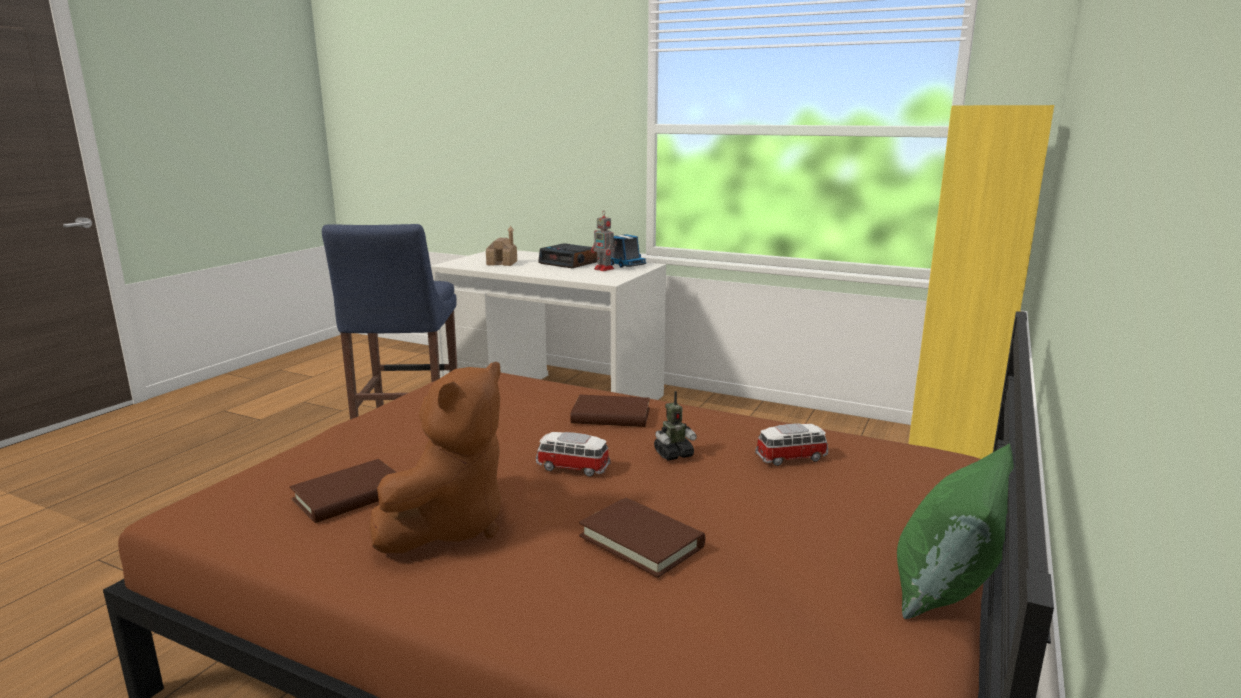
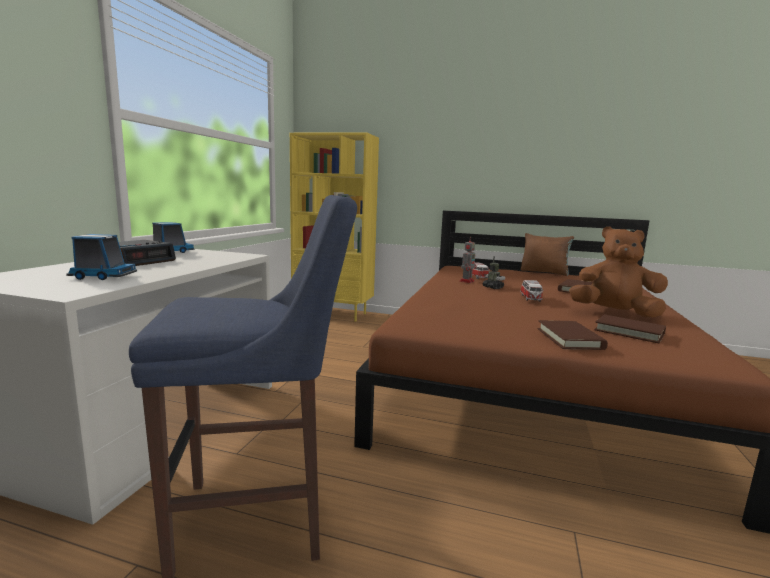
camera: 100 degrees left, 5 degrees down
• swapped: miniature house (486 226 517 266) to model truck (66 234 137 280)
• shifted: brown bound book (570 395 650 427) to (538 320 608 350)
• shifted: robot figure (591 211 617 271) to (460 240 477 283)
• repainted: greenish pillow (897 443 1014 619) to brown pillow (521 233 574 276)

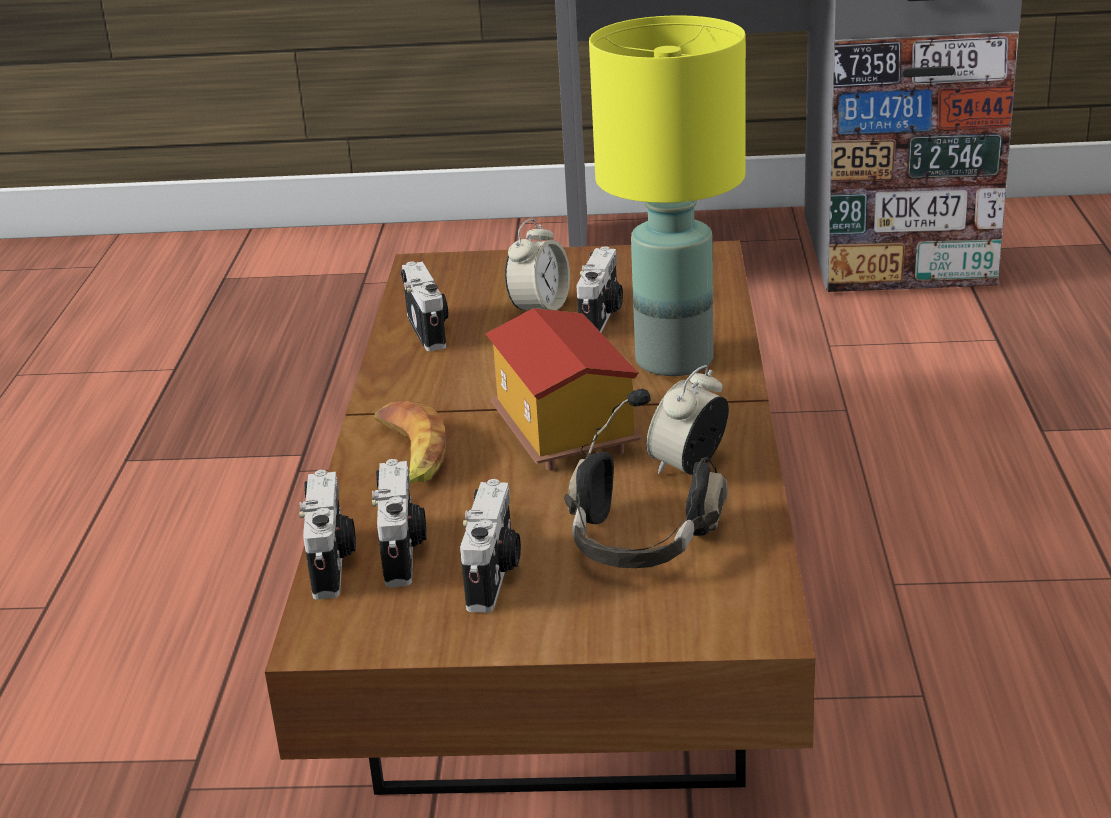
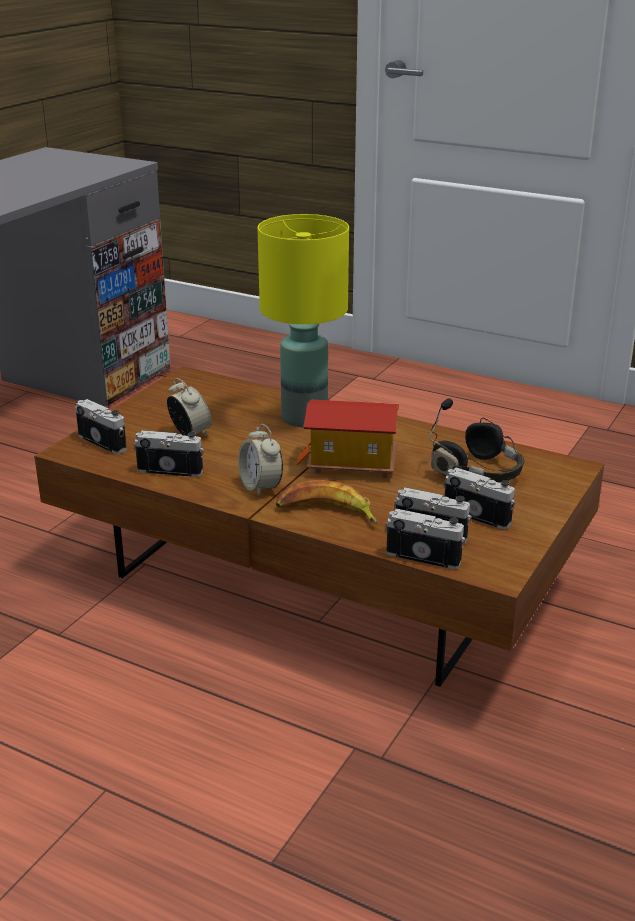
camera: 65 degrees left, 0 degrees up
• shifted: photo camera (576 247 623 332) to (75 399 127 454)
• shifted: table clock (646 365 729 475) to (238 424 283 497)

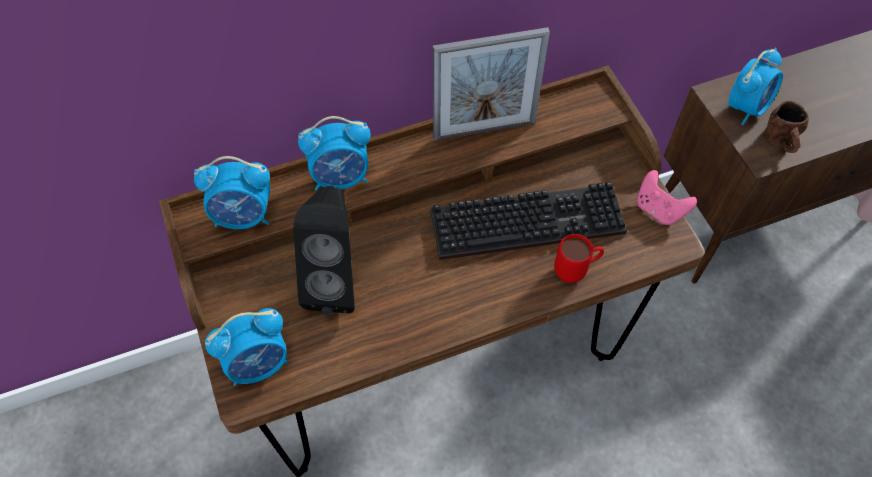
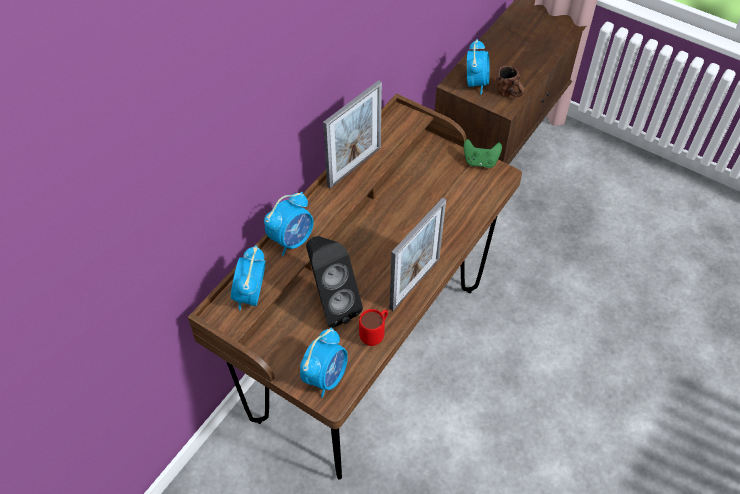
camera: 35 degrees left, 5 degrees down
• rotated: table clock (194 156 270 229) = (231 245 266 310) 135 degrees clockwise
• gone: PC keyboard (431 181 627 260)
• shifted: red-coloured coffee mug (554 234 604 283) to (359 309 388 346)
• repainted: pink game controller (637 170 697 225) to greenish game controller (464 139 502 168)
• new: standing frame (389 198 446 311)

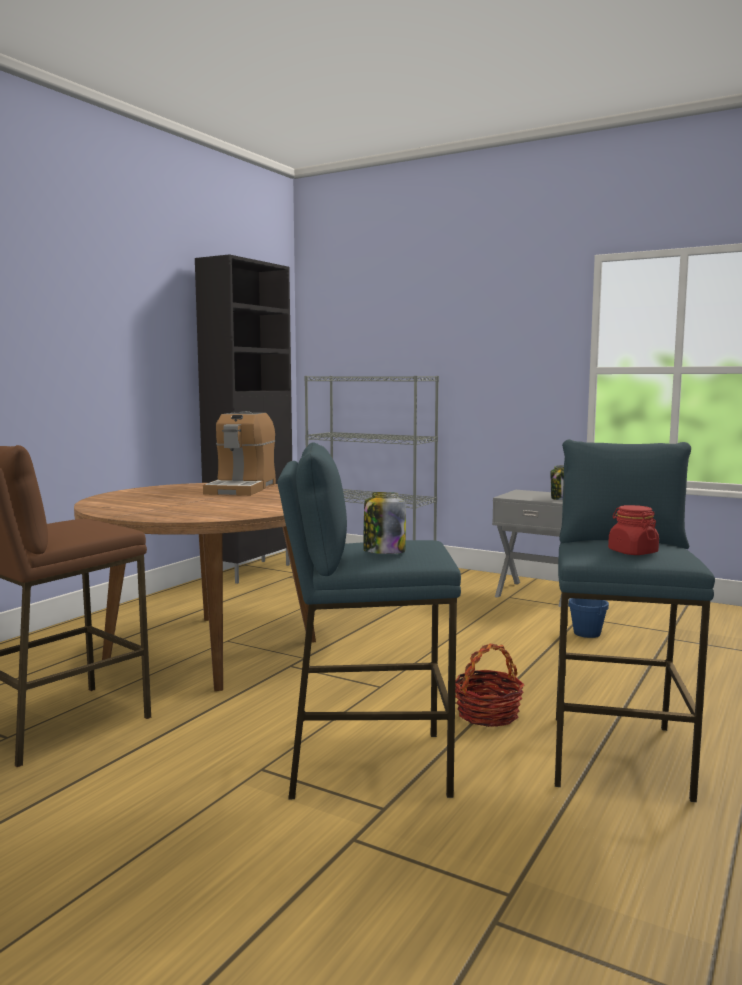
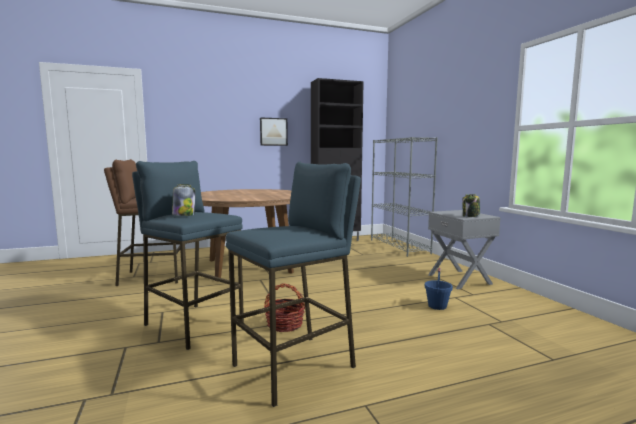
camera: 40 degrees right, 0 degrees up
• gone: coffee maker (203 411 276 496)
• gone: red-coloured jar (608 505 659 555)
• new: wall picture (260 117 288 146)

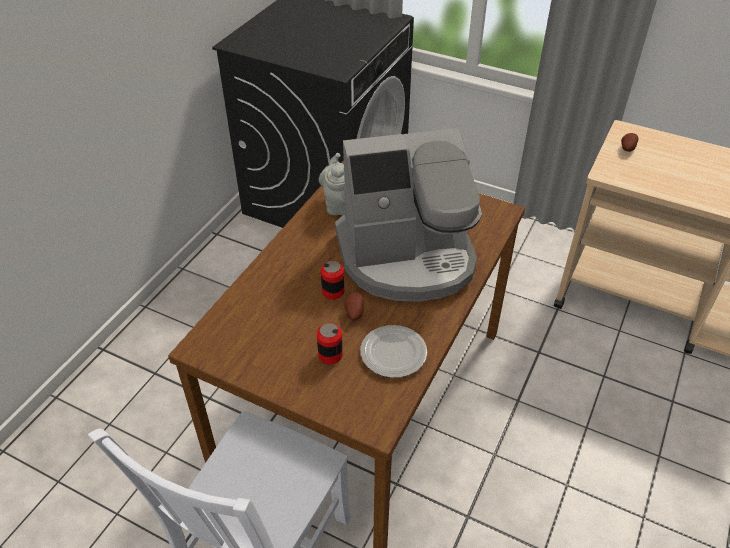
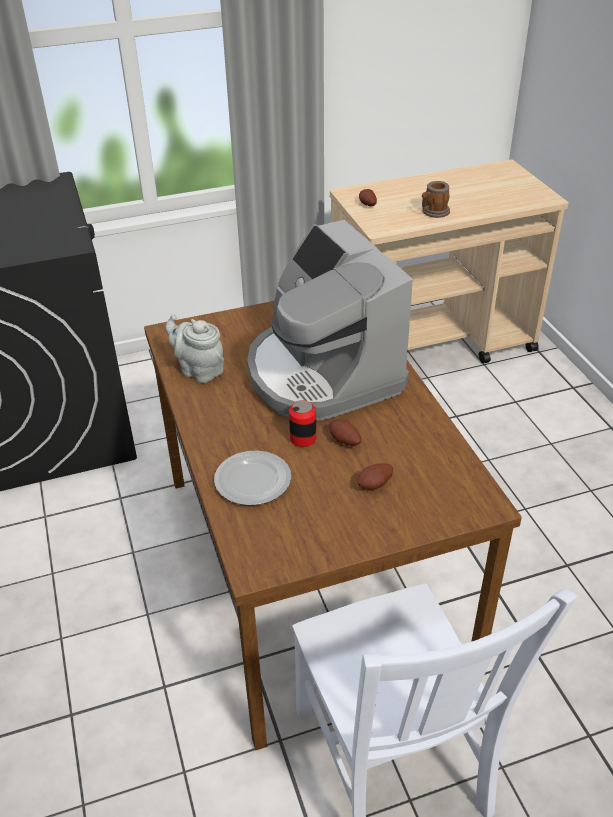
camera: 45 degrees left, 5 degrees down
• swapped: sealed can (317 323 343 364) to spud (357 463 393 490)
• rotated: coffee maker (335 128 482 302) = (247 220 413 420) 120 degrees clockwise
• shifted: flat dish (360 325 427 378) to (214 451 291 505)
• new: coffee mug (422 181 450 218)

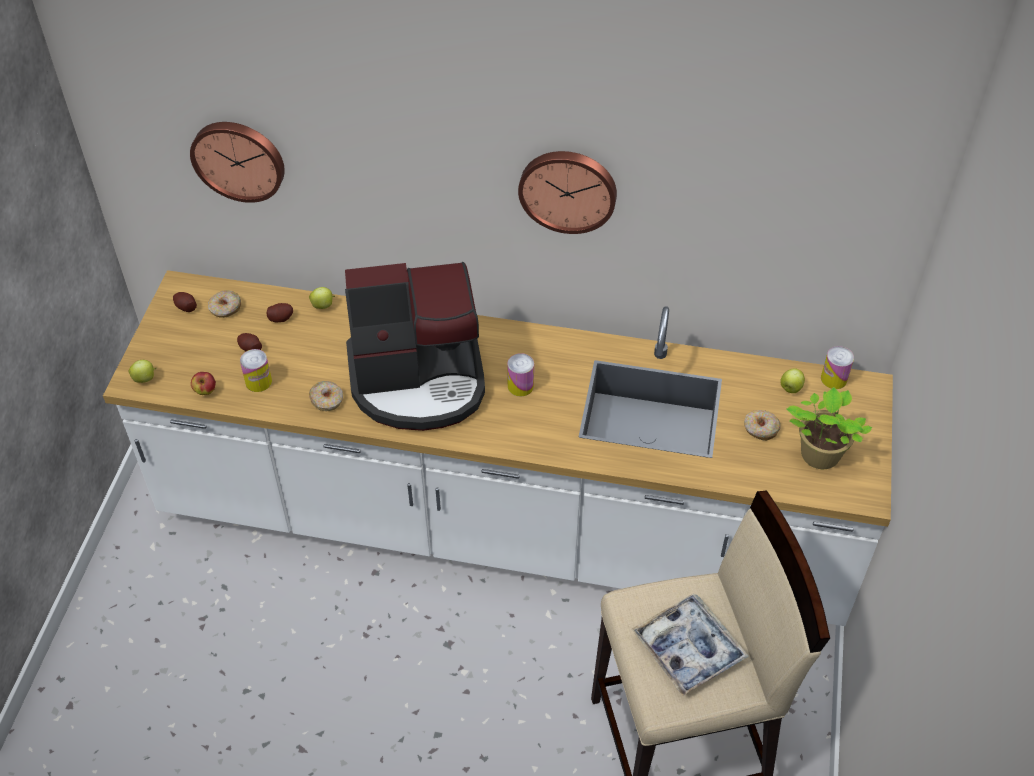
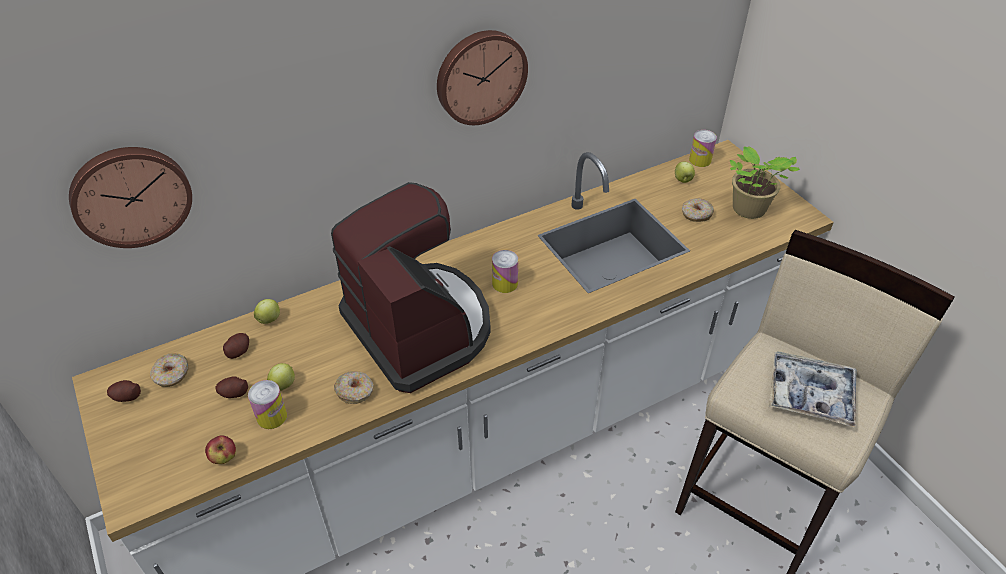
camera: 40 degrees left, 5 degrees down
• shifted: apple (129 360 157 383) to (267 363 295 391)
• rotated: coffee maker (345 262 485 431) = (331 182 491 393) 75 degrees counterclockwise

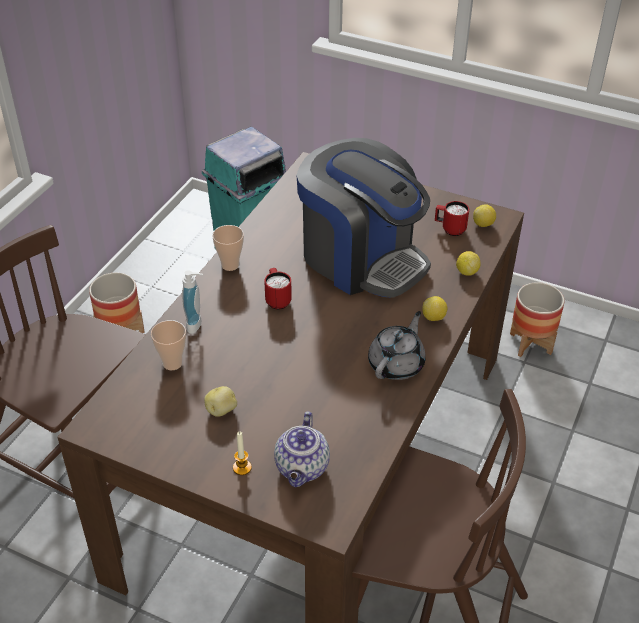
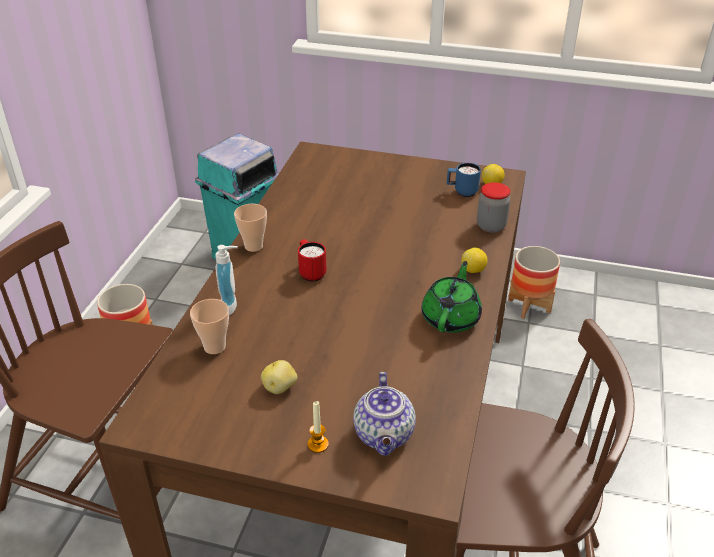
camera: 10 degrees left, 5 degrees down
• gone: coffee maker (297 138 431 298)
• repainted: greyish teapot (368 311 426 380) to greenish teapot (422 261 482 333)
• repainted: red-coloured coffee mug (435 201 469 236) to blue-coloured coffee mug (447 163 481 197)
• swapped: citrus fruit (456 251 481 276) to jar (477 182 510 233)

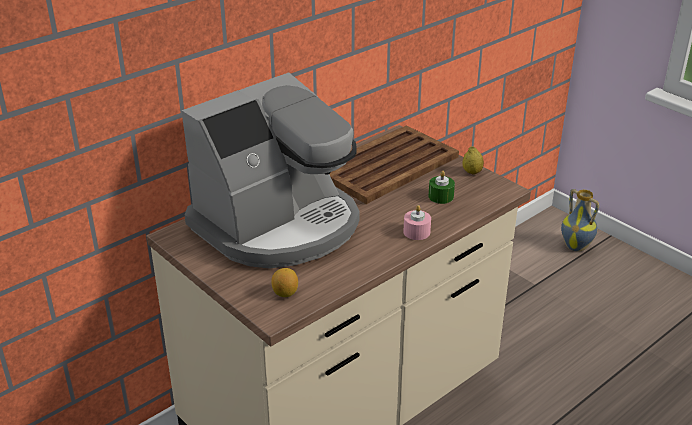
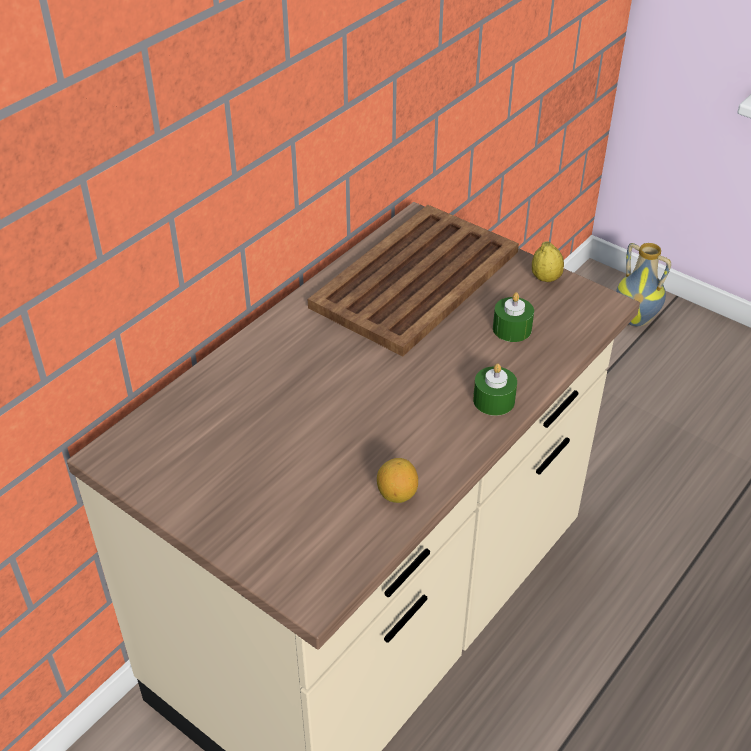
camera: 10 degrees left, 10 degrees up
• gone: coffee maker (181 73 360 269)
• shifted: citrus fruit (271 268 298 297) to (377 458 418 503)
• repainted: pink wax light (403 205 431 240) to greenish wax light (473 364 517 416)

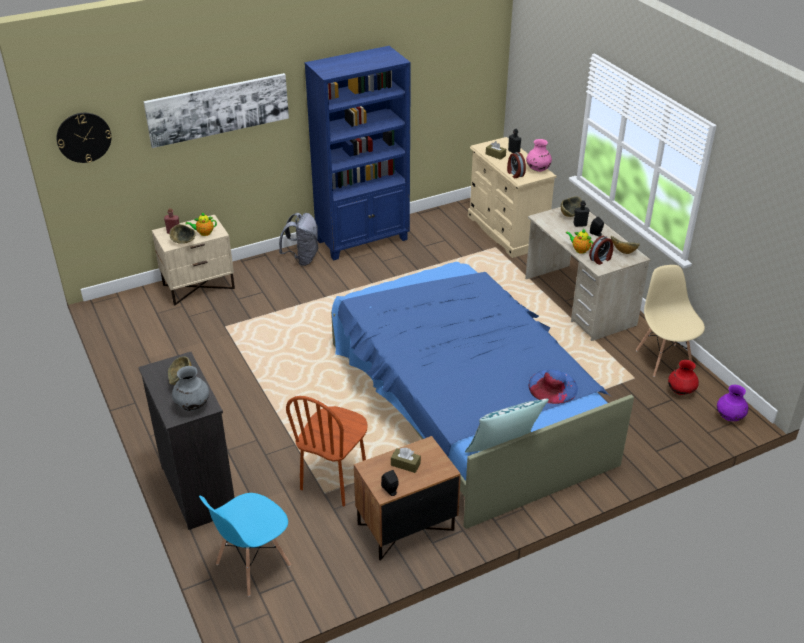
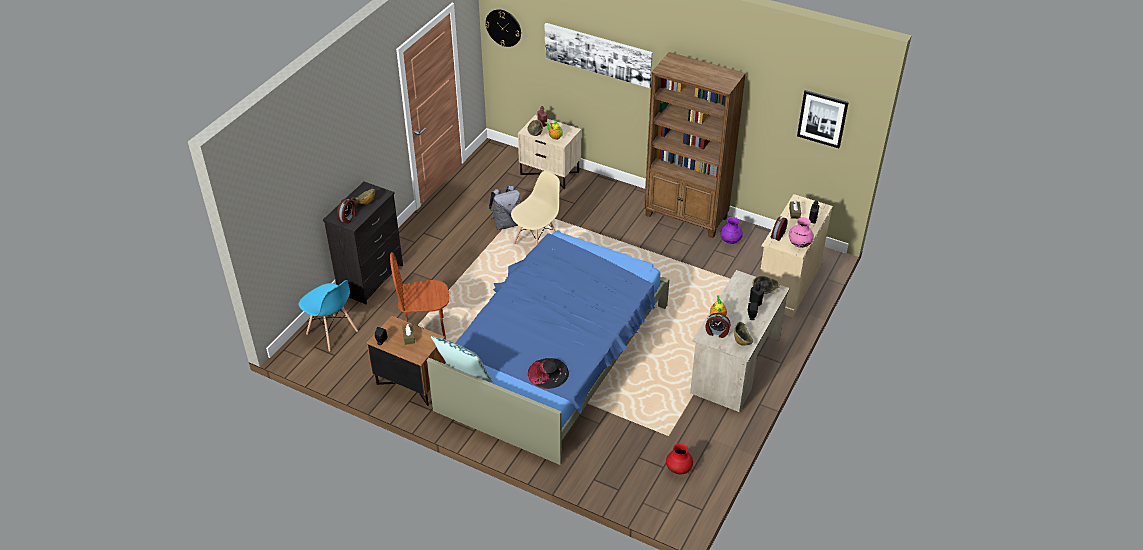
camera: 55 degrees right, 5 degrees up
• swapped: greyish vase (172 366 209 411) to table clock (337 198 357 224)
• rotated: blue-coloured chair (199 493 291 596) = (299 280 358 351) 150 degrees counterclockwise
• shifted: greyish backpack (279 213 318 266) to (488 186 520 230)
• repainted: blue-coloured bookshelf (304 46 411 260) to brown bookshelf (644 52 746 238)
• repainted: blue-coloured wearable hat (529 370 578 404) to black-coloured wearable hat (528 358 569 389)
• shifted: beige-coloured chair (636 265 705 377) to (511 171 560 245)
• shifted: purple vase (717 385 749 421) to (720 217 743 244)
• new: wall picture (797 90 849 148)

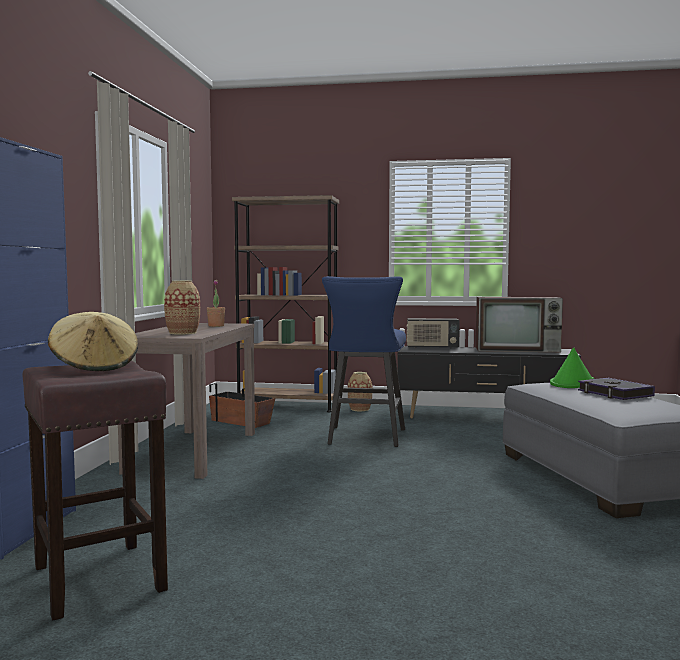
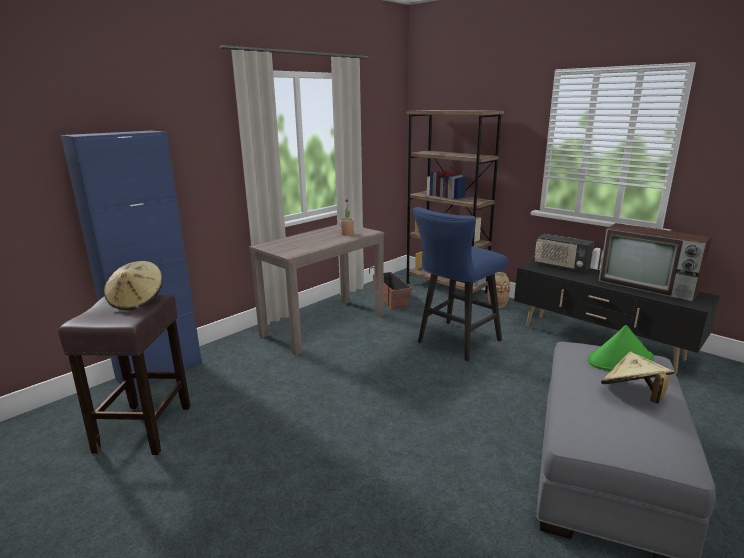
camera: 35 degrees right, 15 degrees up
• gone: vase (164 281 200 335)
• swapped: bound book (578 378 655 400) to beige-coloured wearable hat (601 352 675 403)

